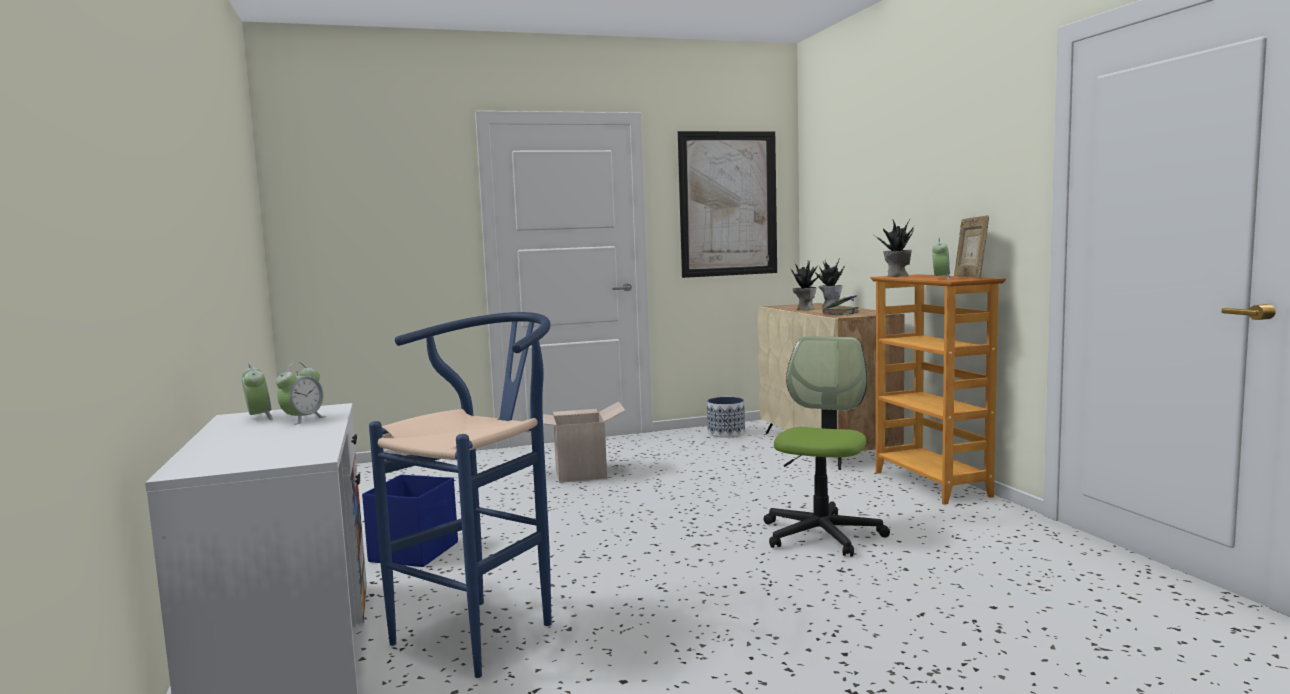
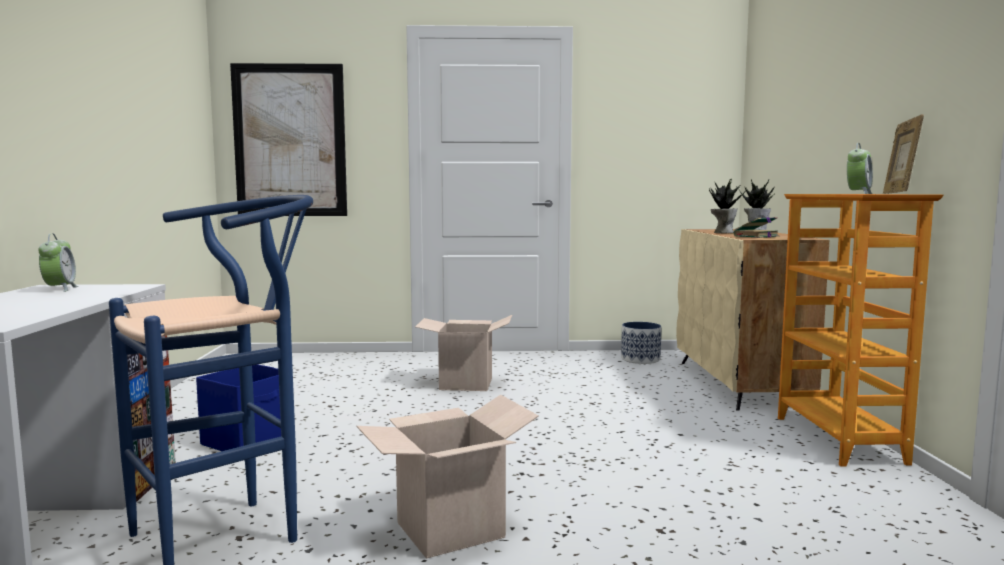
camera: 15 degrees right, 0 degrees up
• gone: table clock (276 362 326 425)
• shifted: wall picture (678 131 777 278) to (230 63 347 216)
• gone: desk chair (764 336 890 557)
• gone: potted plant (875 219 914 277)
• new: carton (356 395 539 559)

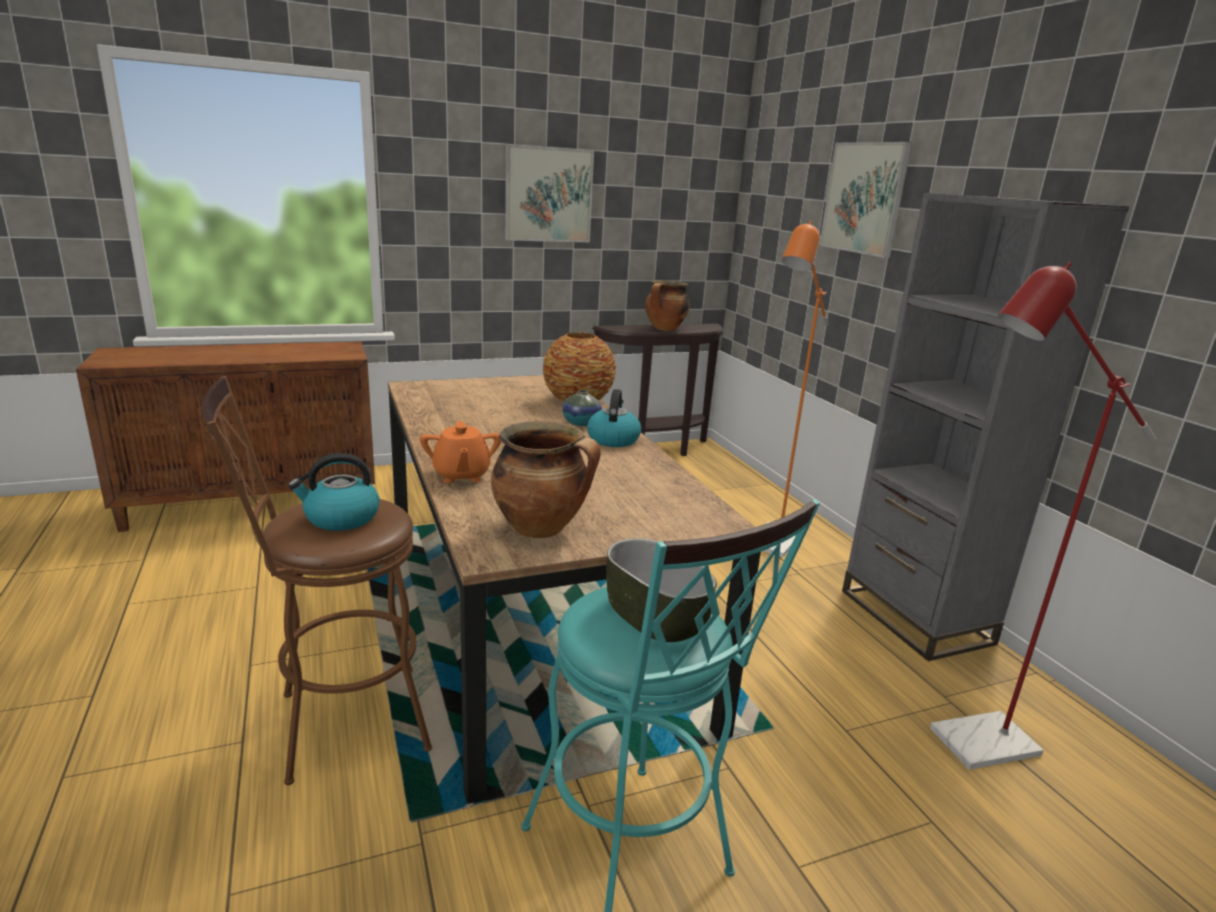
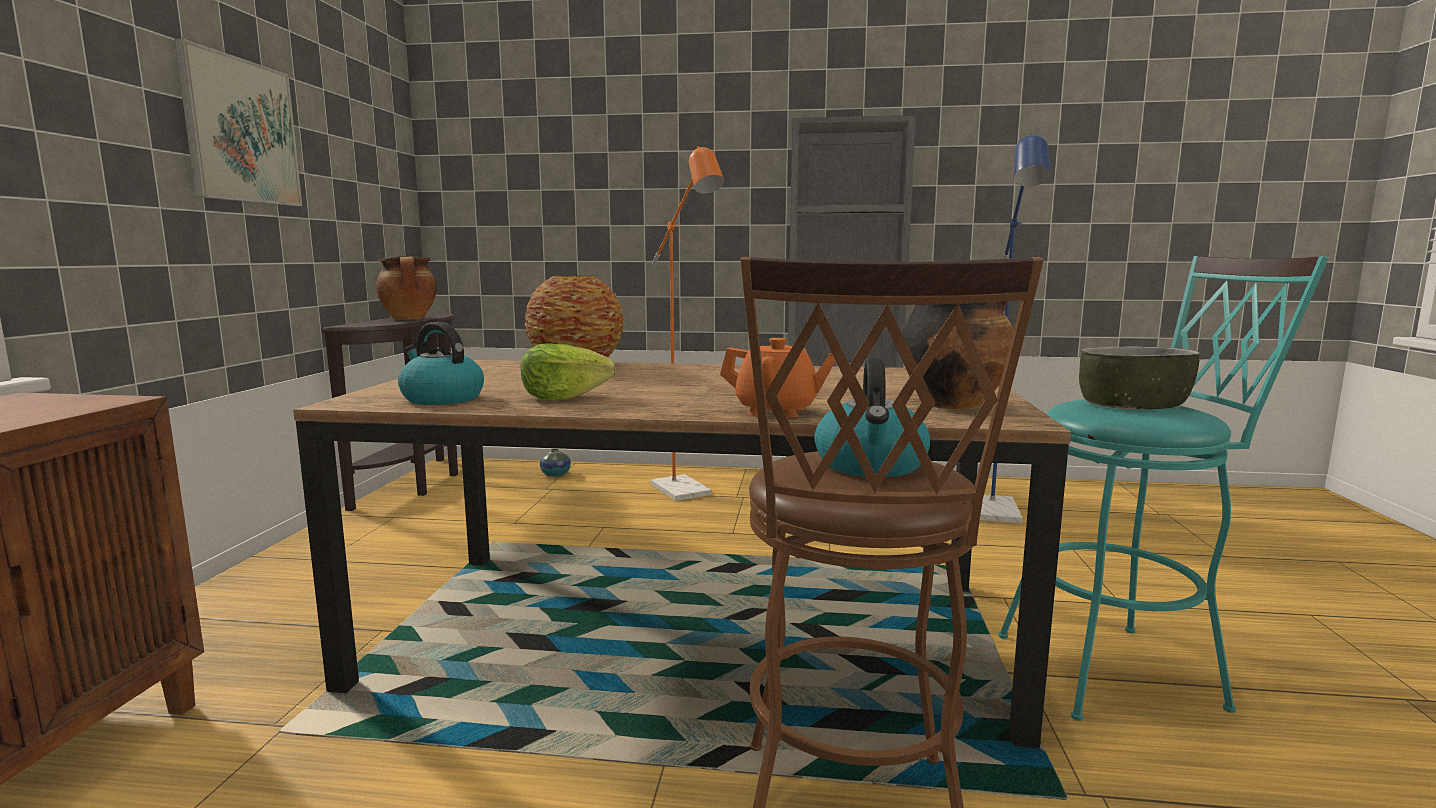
camera: 60 degrees left, 10 degrees down
• shifted: vase (562 390 602 426) to (540 449 571 477)
• shifted: kettle (587 389 641 447) to (398 322 484 405)
• gone: wall picture (819 142 912 258)
• repainted: red-coloured standing lamp (930 262 1157 770) to blue-coloured standing lamp (980 133 1051 523)
• new: lettuce (521 343 616 400)

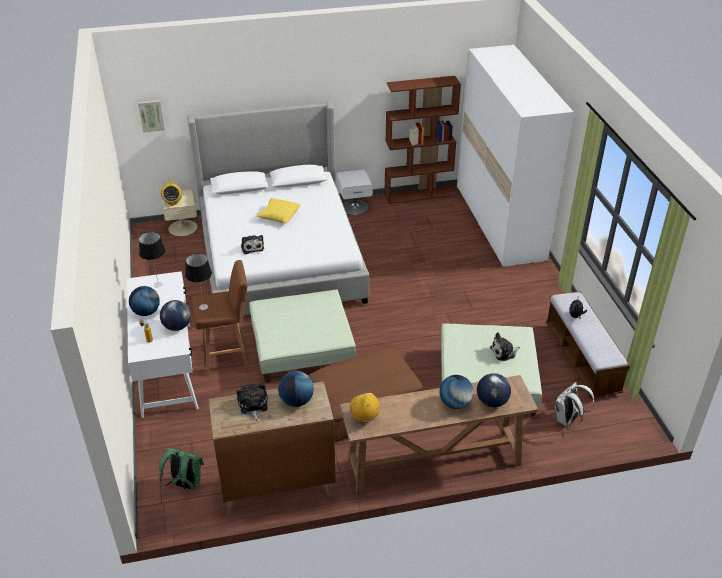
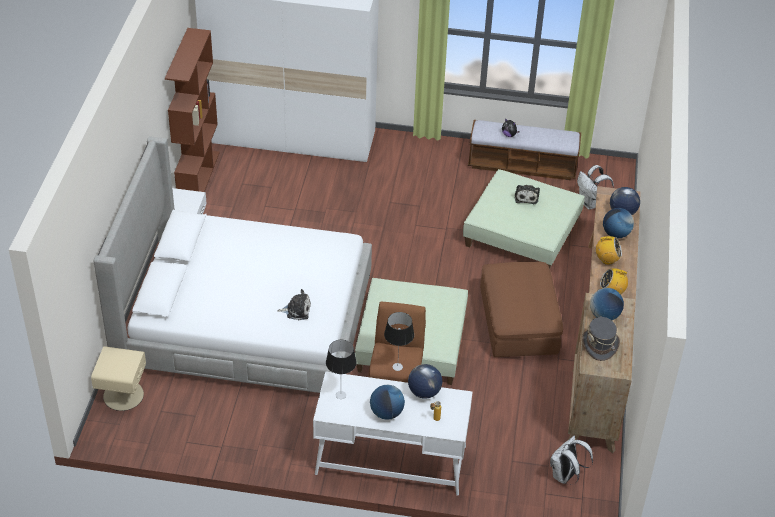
camera: 70 degrees left, 5 degrees up
• gone: wall picture (138 100 165 133)
• repainted: greenish backpack (159 448 204 490) to white backpack (550 436 593 484)
• shifted: radio receiver (161 180 182 206) to (596 236 622 265)
• swapped: plush toy (236 383 268 421) to greyish wearable hat (582 317 620 361)
• gone: yellow pillow (256 198 301 224)

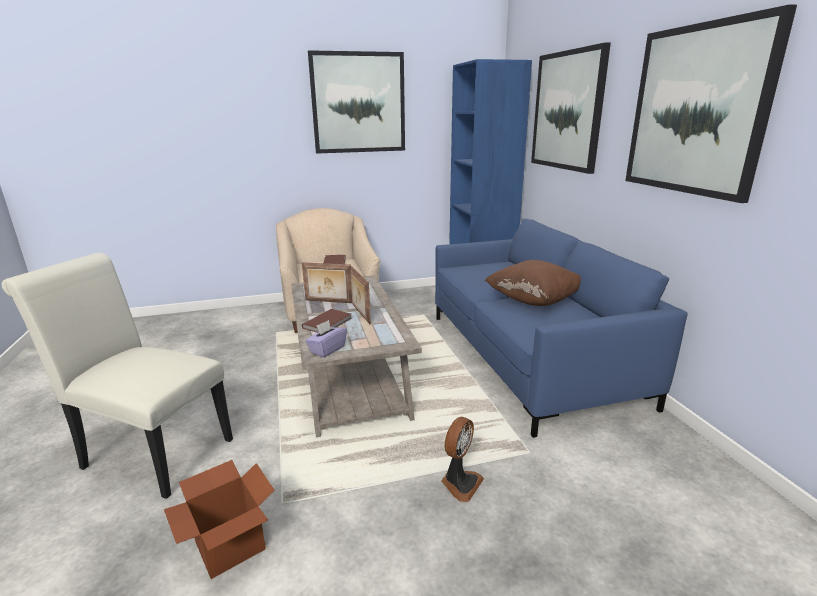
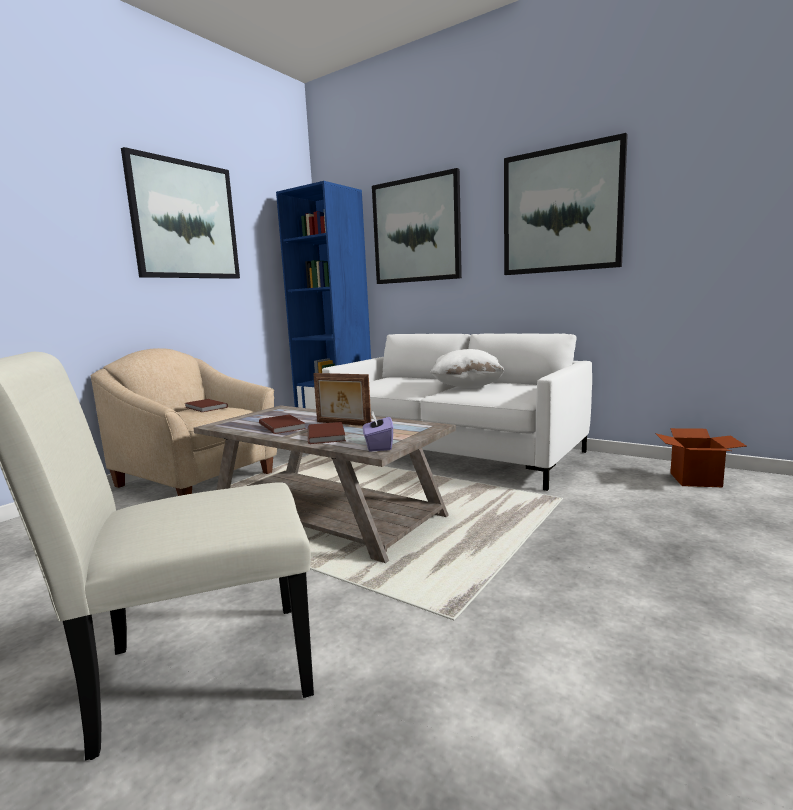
camera: 40 degrees left, 10 degrees down
• shifted: carton (164 460 275 579) to (655 428 746 487)
• swapped: standing frame (302 262 352 303) to brown bound book (259 414 306 434)
• repainted: blue-coloured sofa (435 219 688 438) to white sofa (322 333 592 491)
• gone: cooling fan (441 417 484 502)
• repainted: brown pillow (485 260 581 306) to white pillow (430 349 504 388)

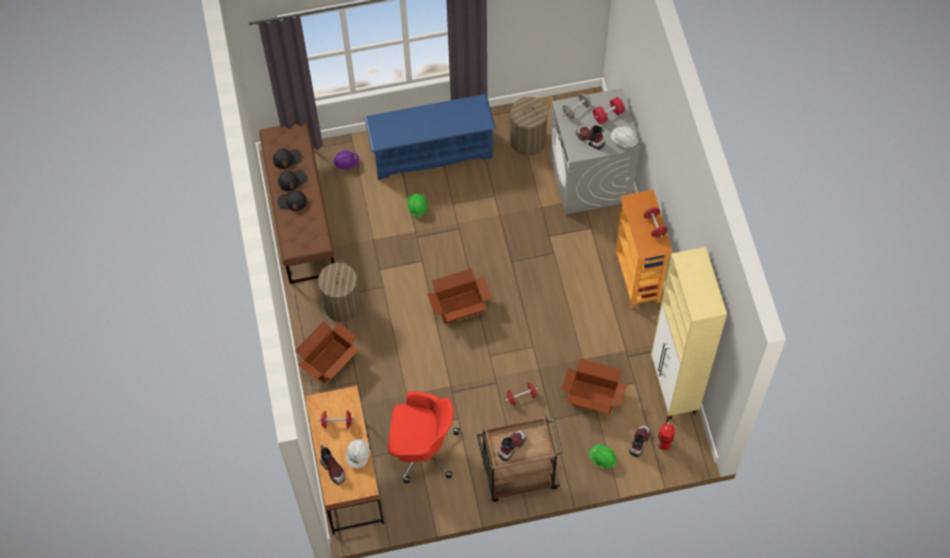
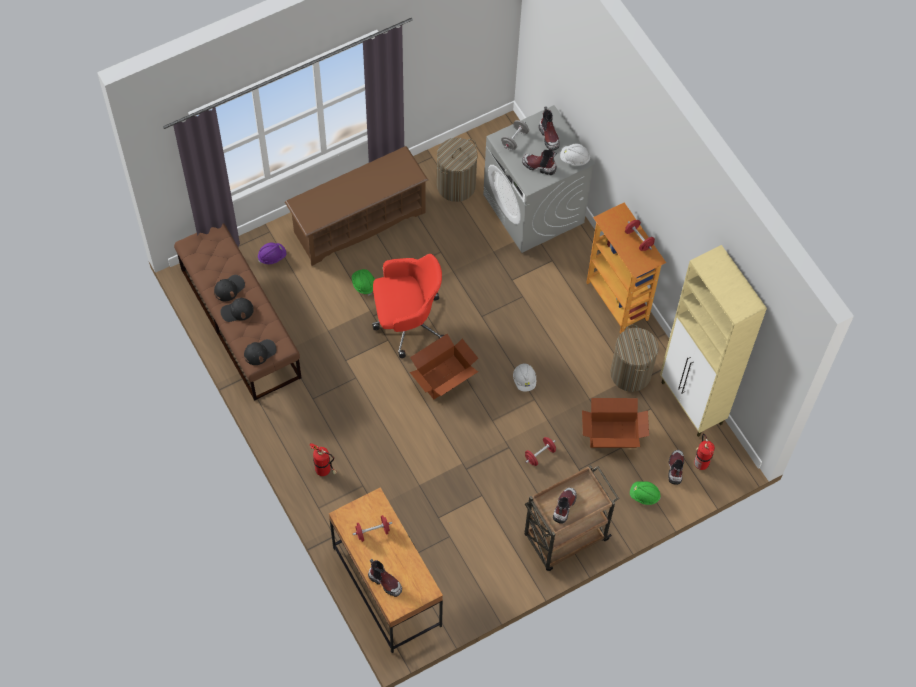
camera: 20 degrees left, 0 degrees up
• shifted: black-coloured peaked cap (273 148 302 169) to (244 339 276 365)
• swapped: carton (295 321 359 383) to fire-fighting cylinder (309 443 337 476)
• shifted: hamper (318 260 361 321) to (610 324 659 392)
• shifted: white hard hat (346 439 370 468) to (513 364 536 392)
• repainted: blue-coloured shoe stand (364 94 496 180) to brown shoe stand (285 146 428 266)
• shifted: red-coloured desk chair (388 391 460 484) to (372 254 444 358)
• swapped: red-coloured dumbbell (593 97 625 124) to high-top boot (539 106 559 151)

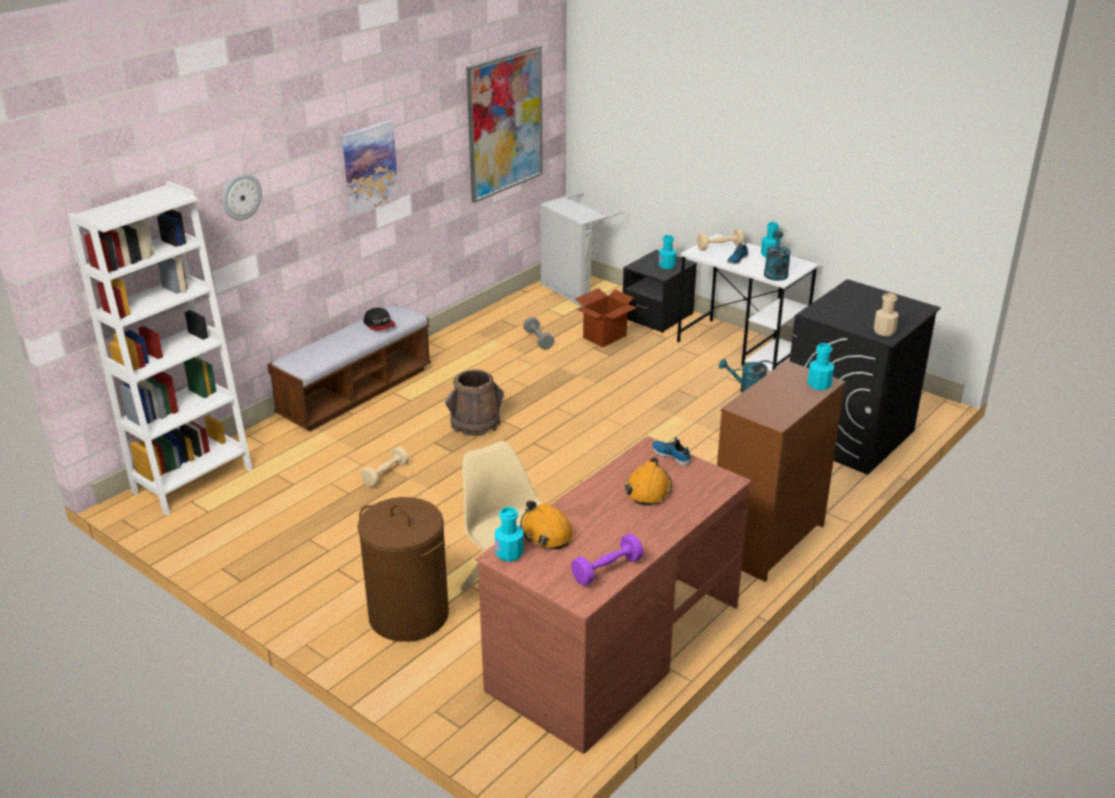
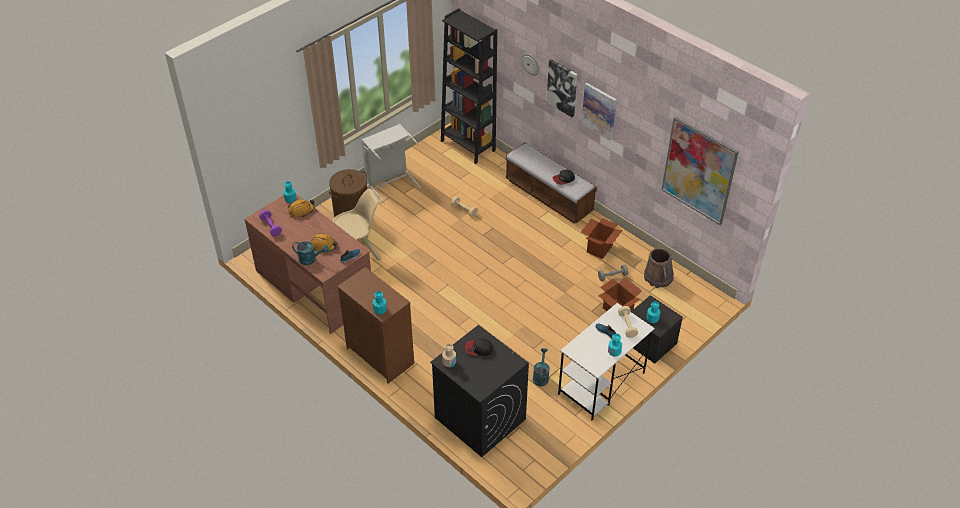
camera: 95 degrees right, 15 degrees up
• repainted: white bookshelf (68 181 252 515) to black-coloured bookshelf (441 8 497 164)
• shifted: brown pail (445 370 504 436) to (644 248 674 288)
• shifted: greyish hamper (540 192 624 307) to (361 124 421 203)
• shifted: turquoise-coloured watering can (764 231 791 281) to (292 241 329 265)
• new: peaked cap (465 338 493 356)
• new: wall picture (547 59 577 117)
• new: carton (581 218 623 259)

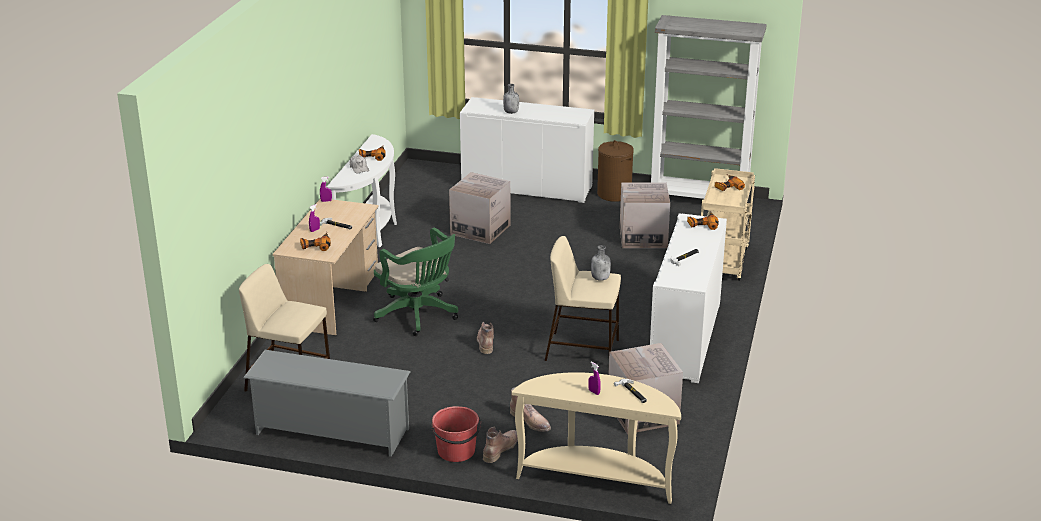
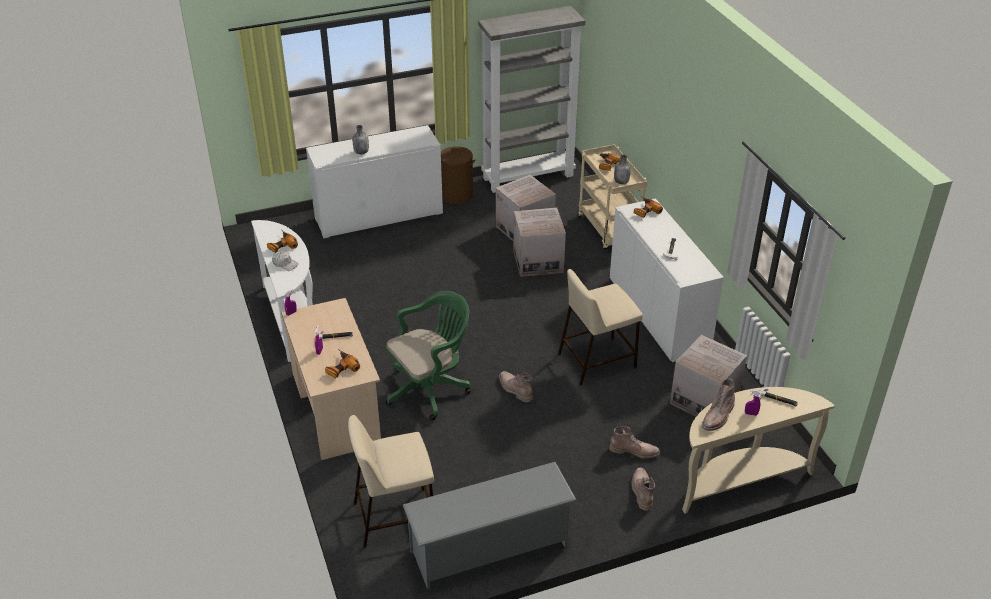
camera: 35 degrees left, 10 degrees up
• rotated: greenish desk chair (373 228 458 336) = (386 291 471 421) 45 degrees counterclockwise
• gone: red-coloured pail (431 406 481 462)
• shifted: carton (449 172 511 244) to (513 208 566 277)
• shifted: greyish beverage bottle (591 245 611 281) to (614 155 631 184)
• new: brown high-top boot (701 378 735 431)

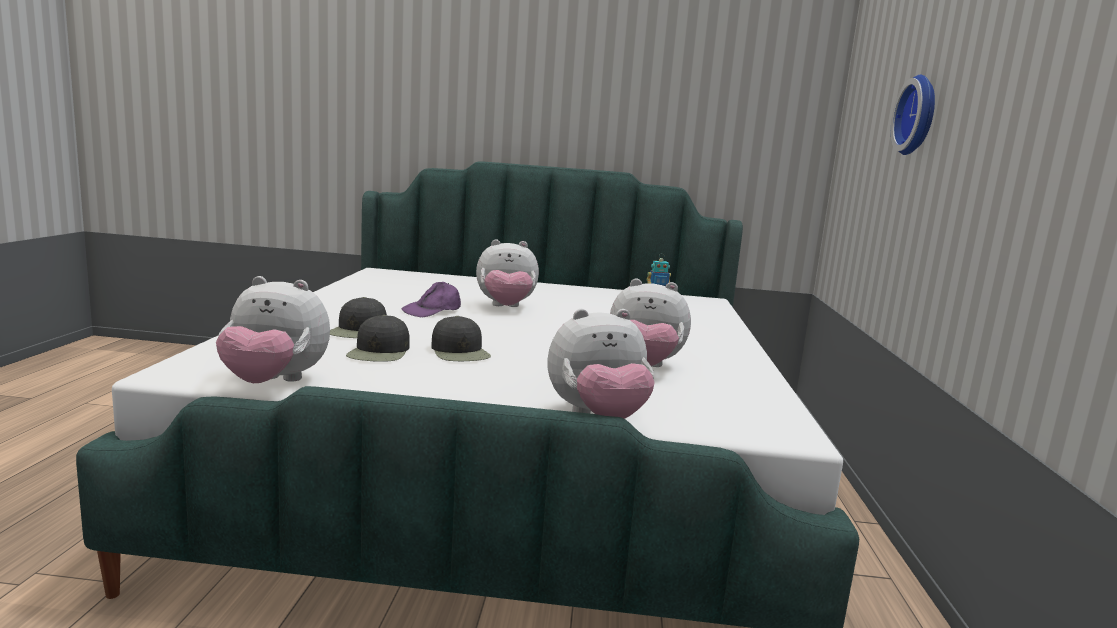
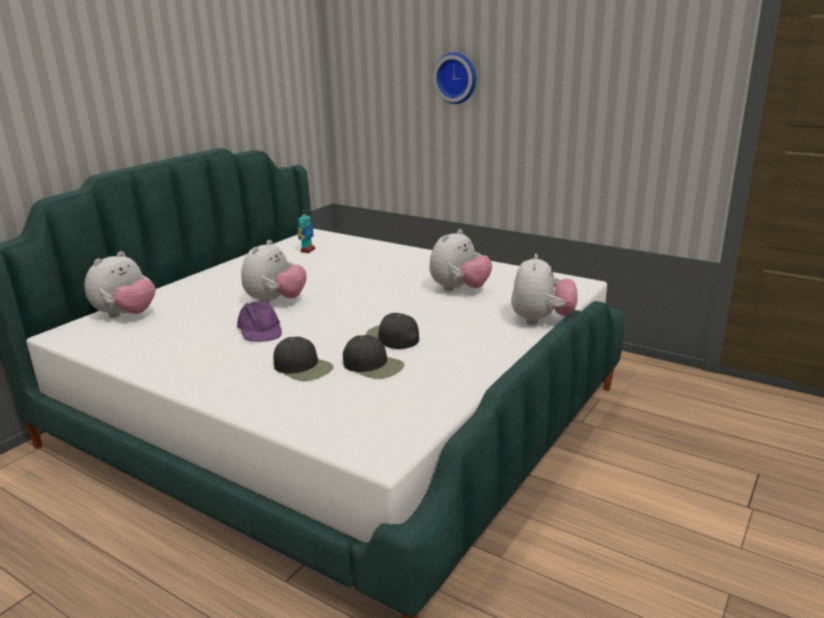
camera: 60 degrees left, 10 degrees up
• shifted: plush toy (216 276 330 383) to (84 251 155 318)
• rotated: black-coloured peaked cap (431 316 491 361) = (366 313 419 349) 135 degrees counterclockwise

